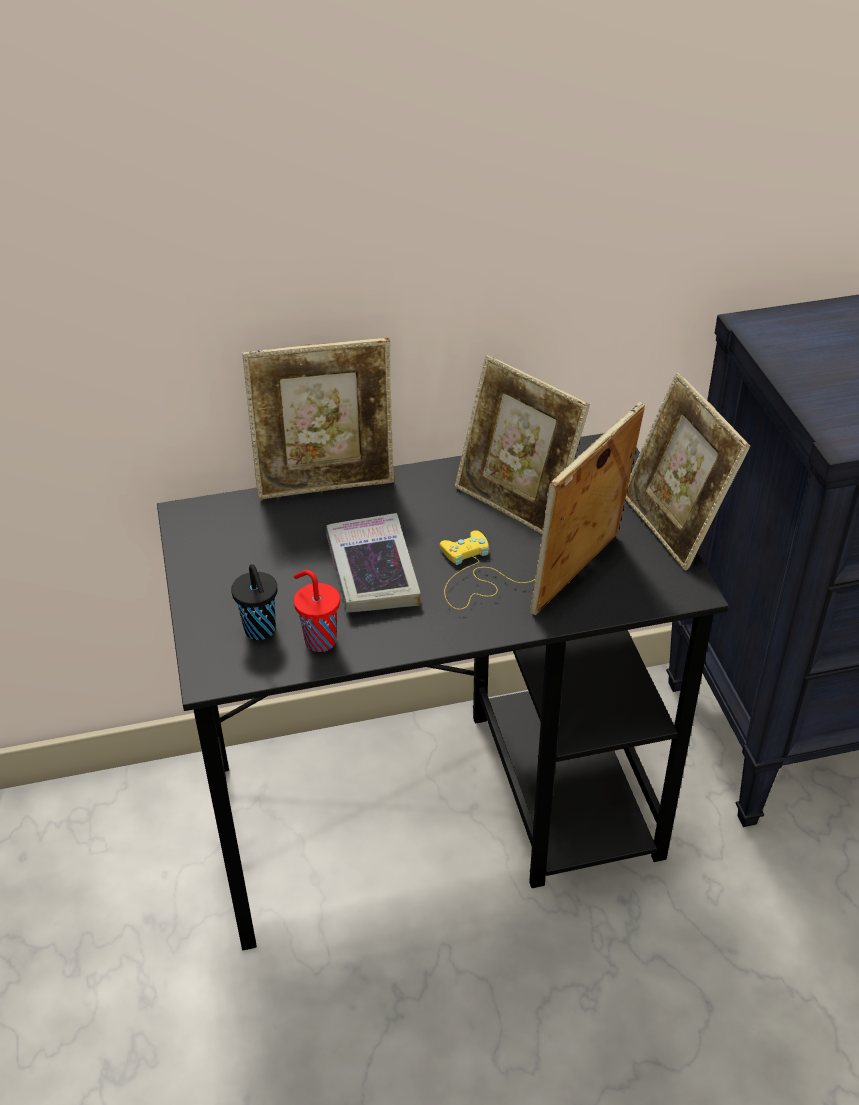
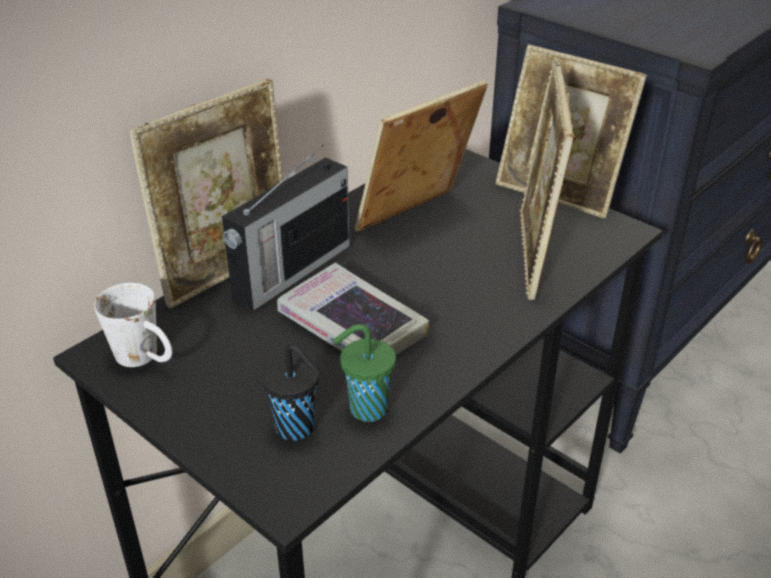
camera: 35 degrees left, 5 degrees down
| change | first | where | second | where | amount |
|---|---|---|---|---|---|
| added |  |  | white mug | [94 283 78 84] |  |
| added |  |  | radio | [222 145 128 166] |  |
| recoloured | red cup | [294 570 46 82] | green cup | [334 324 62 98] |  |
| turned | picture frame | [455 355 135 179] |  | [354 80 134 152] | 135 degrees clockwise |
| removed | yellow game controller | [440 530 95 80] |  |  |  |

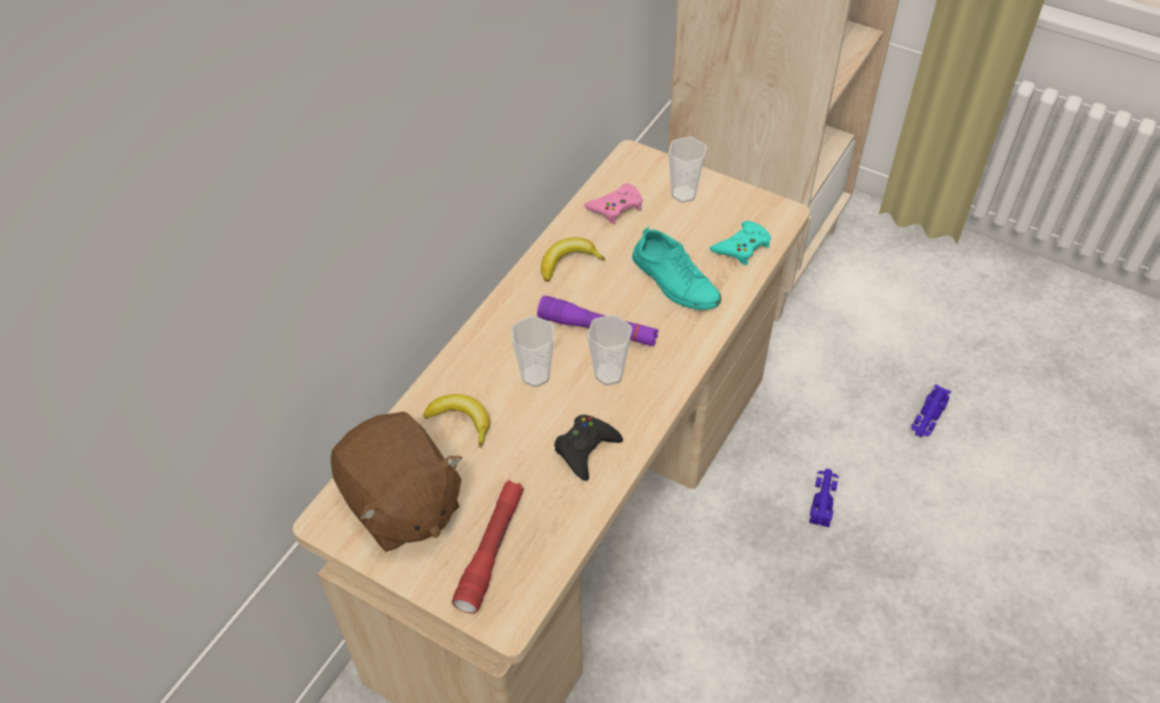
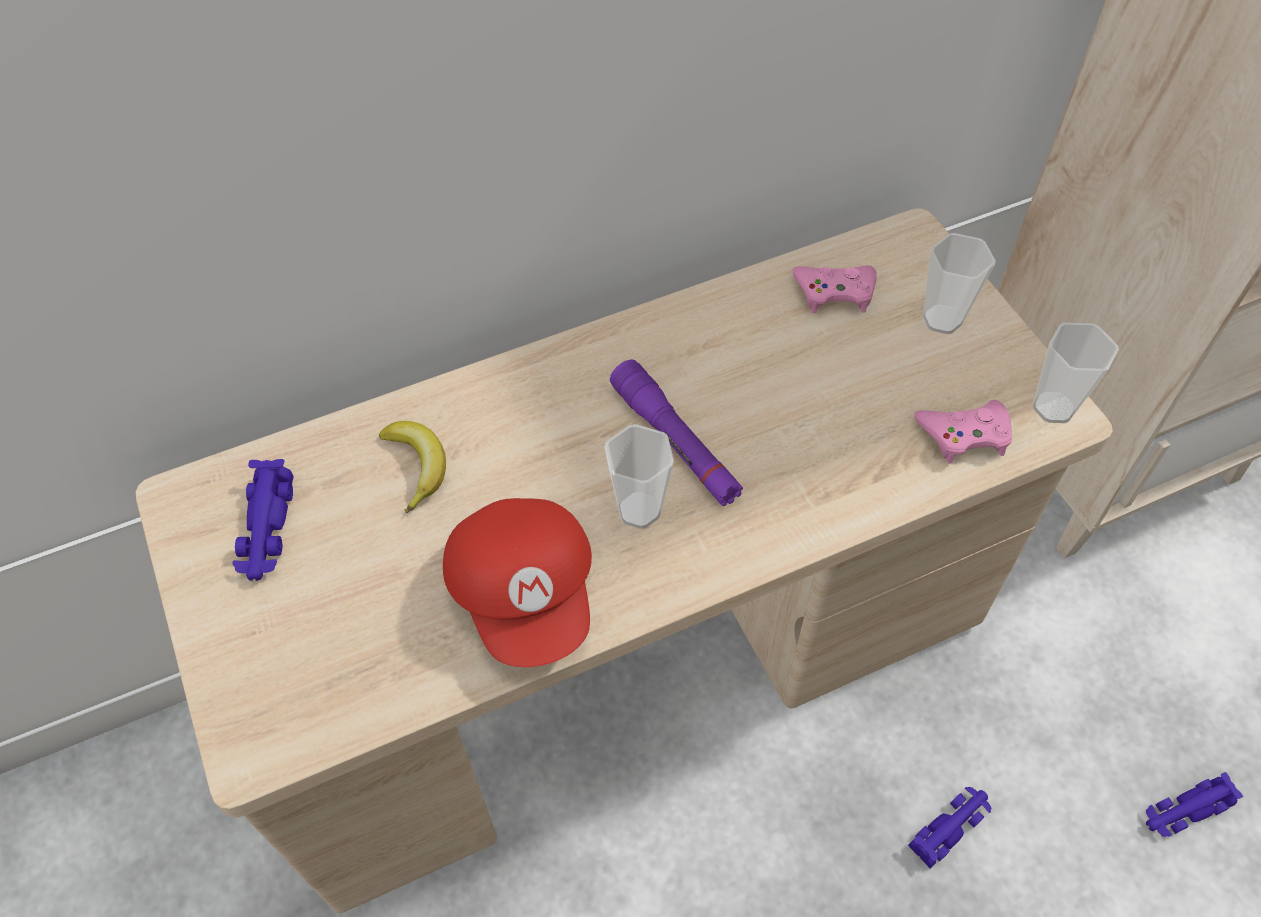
camera: 35 degrees right, 5 degrees up
| change | first | where | second | where | amount |
|---|---|---|---|---|---|
| replaced | brown plush toy | [331 411 131 141] | purple toy car | [233 459 61 122] |  |
| replaced | black game controller | [554 415 69 66] | red cap | [443 498 149 169] |  |
| recoloured | turquoise game controller | [710 221 61 44] | pink game controller | [914 400 98 64] |  |
| moved | cup | [512 316 42 71] |  | [1033 323 86 100] |  |
| removed | red flashlight | [452 480 72 134] |  |  |  |
| removed | banana | [541 237 64 45] |  |  |  |
| removed | turquoise shoe | [632 227 89 83] |  |  |  |

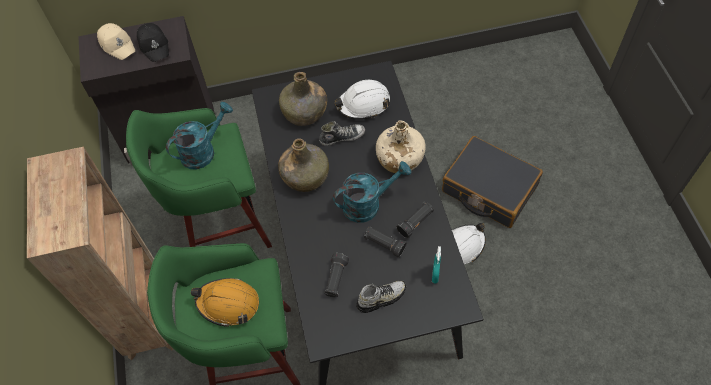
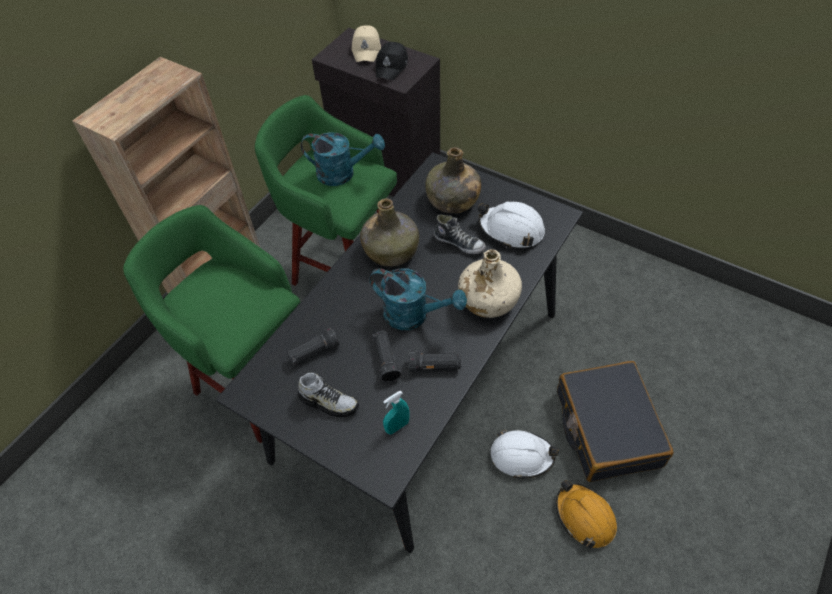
camera: 45 degrees right, 5 degrees down
| change | first | where | second | where | amount |
|---|---|---|---|---|---|
| moved | orange hard hat | [191 278 68 49] |  | [556 480 61 69] |  |

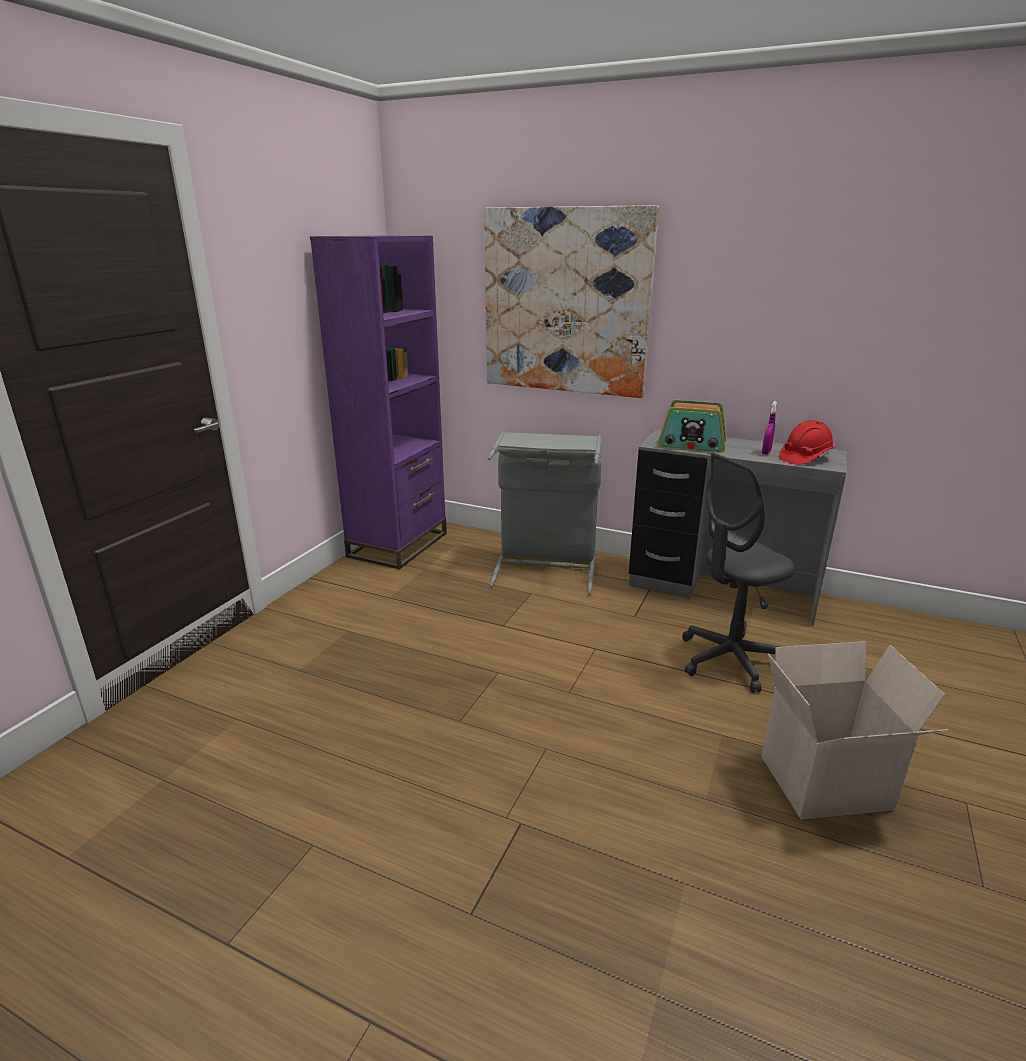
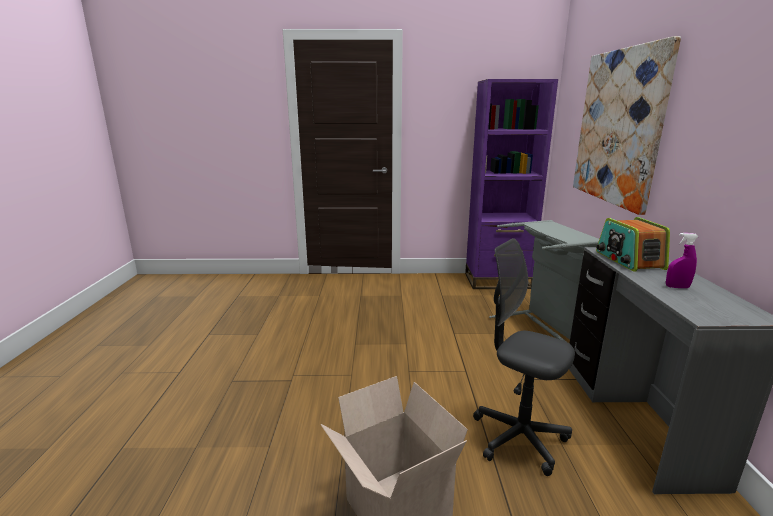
camera: 65 degrees right, 5 degrees down
| change | first | where | second | where | amount |
|---|---|---|---|---|---|
| removed | red hard hat | [779 420 55 45] |  |  |  |

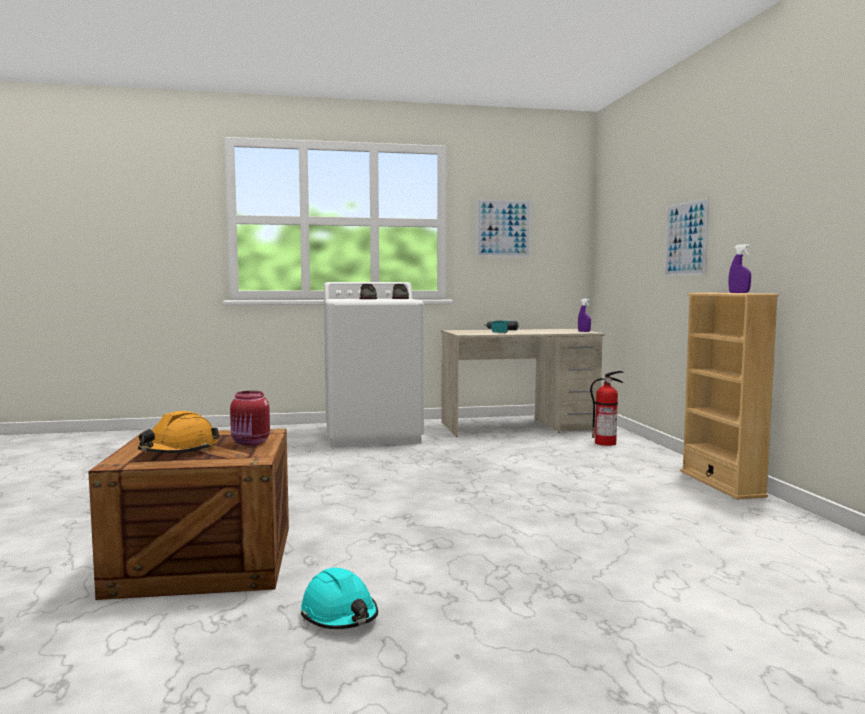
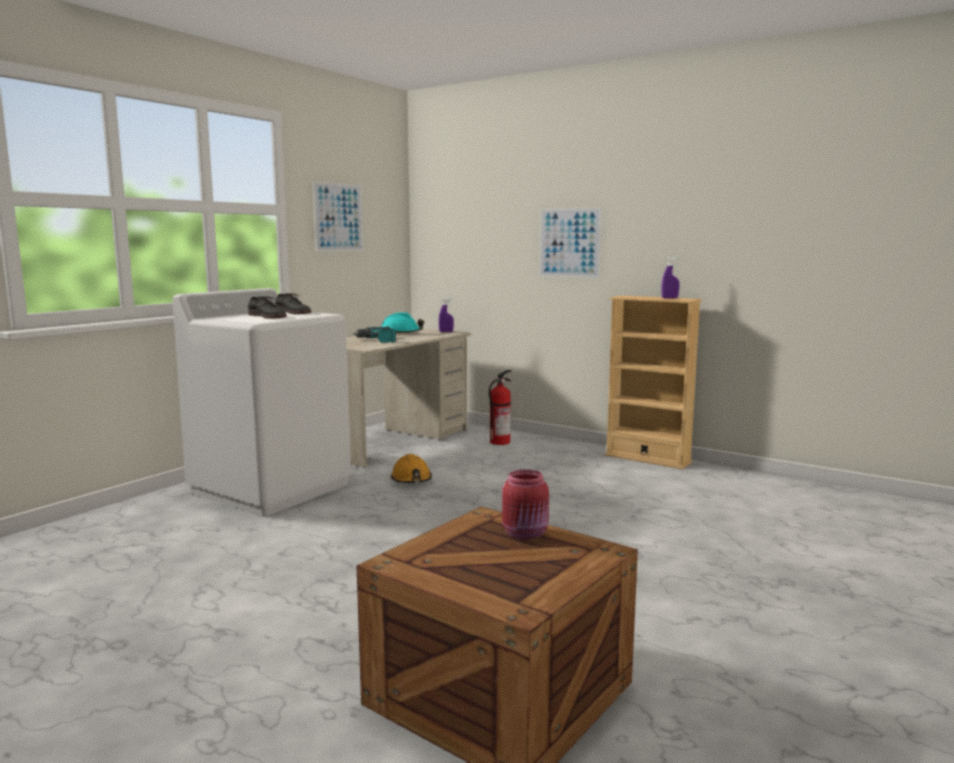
camera: 45 degrees left, 5 degrees up
| change | first | where | second | where | amount |
|---|---|---|---|---|---|
| moved | turquoise hard hat | [301 567 77 62] |  | [382 312 42 21] |  |
| moved | orange hard hat | [138 411 82 42] |  | [391 454 41 29] |  |

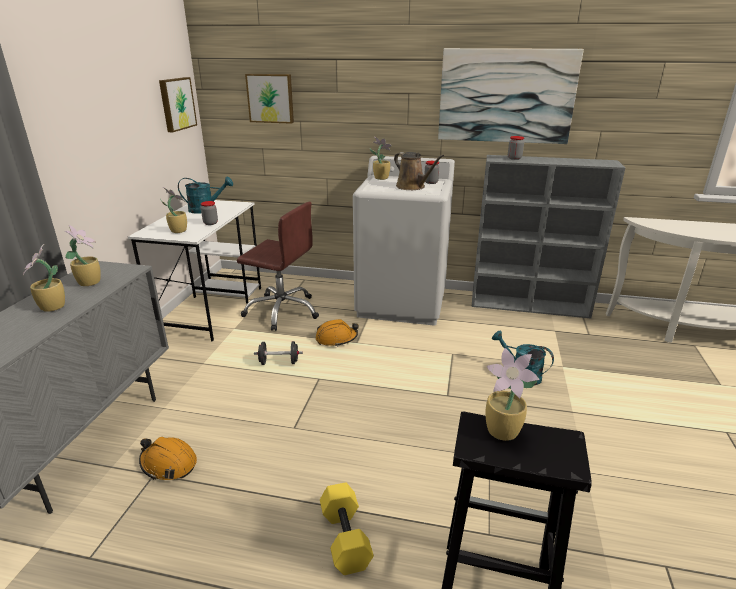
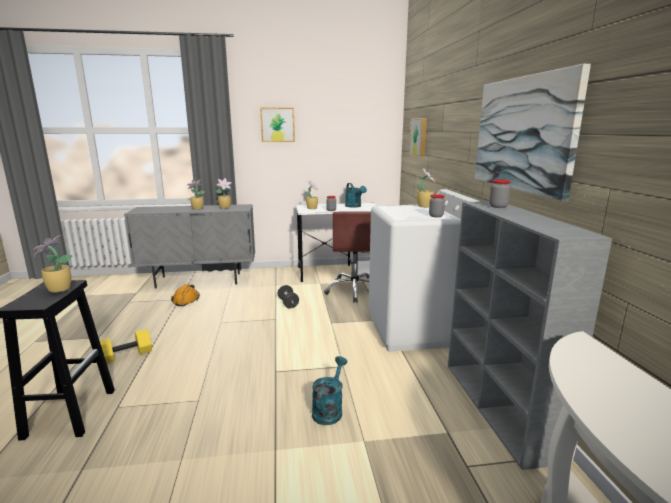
camera: 70 degrees right, 10 degrees down
| change | first | where | second | where | amount |
|---|---|---|---|---|---|
| moved | picture | [159 77 38 55] |  | [260 108 35 34] |  |
| removed | orange hard hat | [316 319 43 28] |  |  |  |
| removed | brown watering can | [394 152 50 38] |  |  |  |

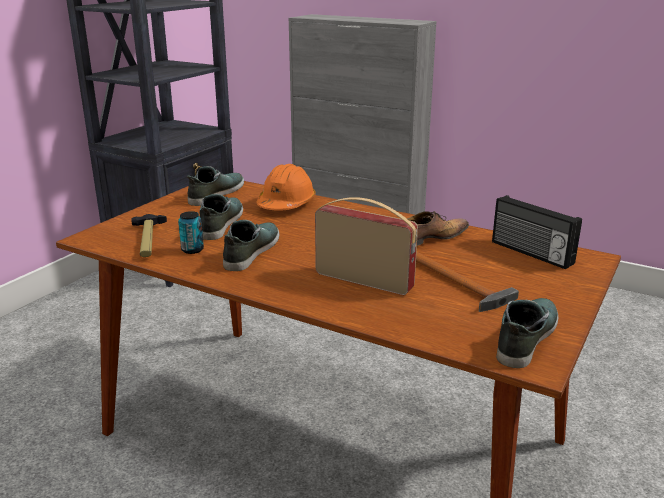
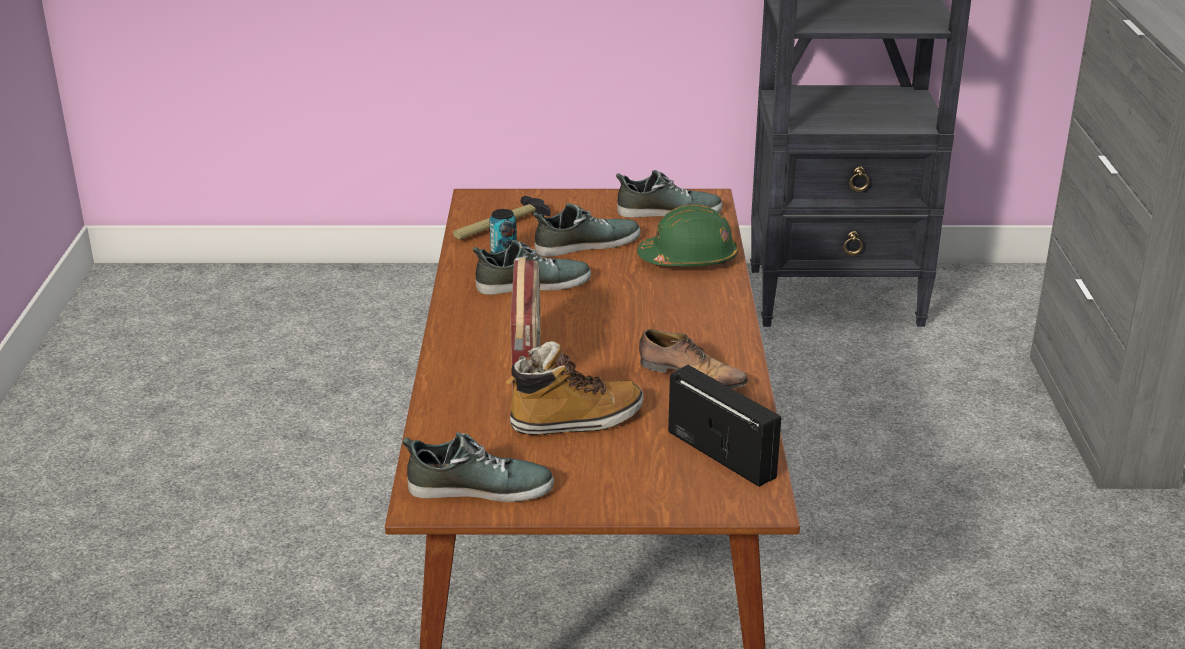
camera: 60 degrees right, 5 degrees up
| change | first | where | second | where | amount |
|---|---|---|---|---|---|
| replaced | hammer | [416 252 103 60] | boot | [506 341 137 94] |  |
| recoloured | orange hard hat | [257 164 59 46] | green hard hat | [637 204 101 62] |  |
| turned | radio | [492 195 90 74] |  | [668 365 113 122] | 120 degrees clockwise |

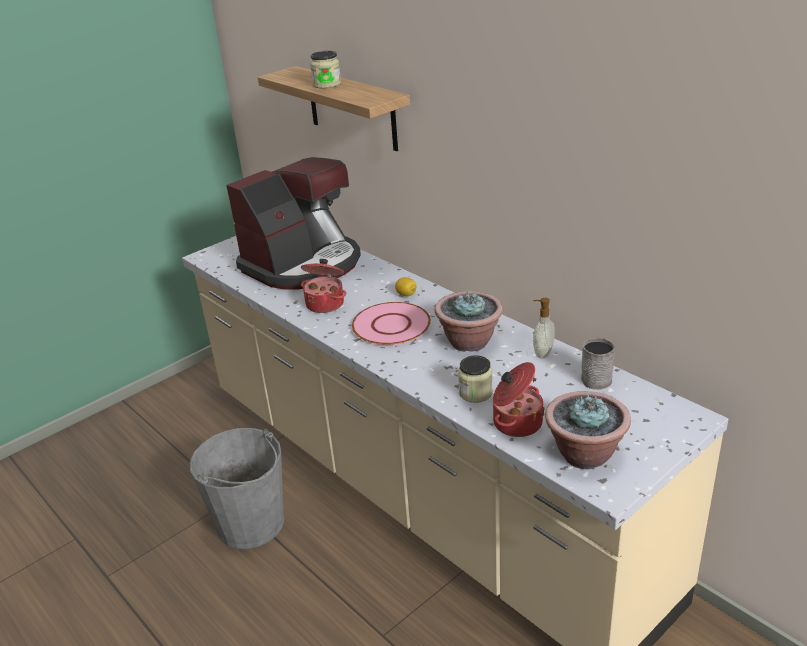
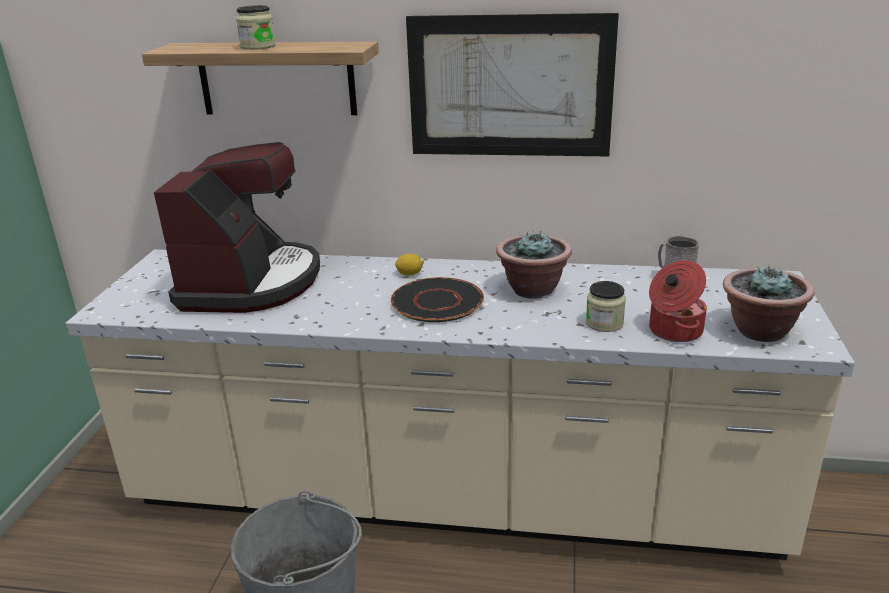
camera: 40 degrees left, 5 degrees down
| change | first | where | second | where | amount |
|---|---|---|---|---|---|
| recoloured | pink plate | [352 302 79 44] | black plate | [391 277 93 45] |  |
| added |  |  | picture | [406 13 213 143] |  |
| removed | cooking pot | [301 259 45 54] |  |  |  |
| removed | soap dispenser | [533 298 22 60] |  |  |  |

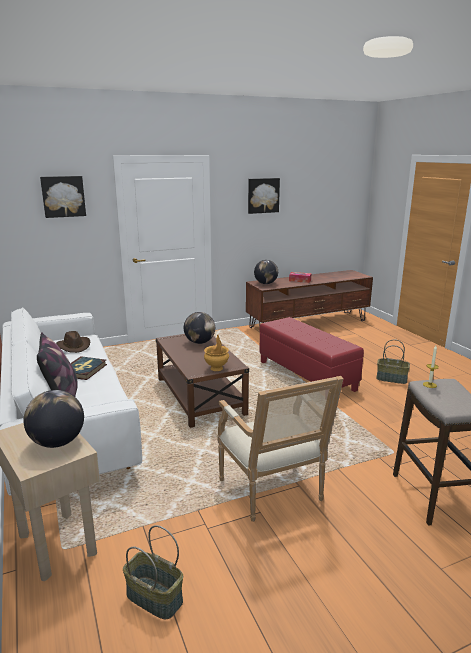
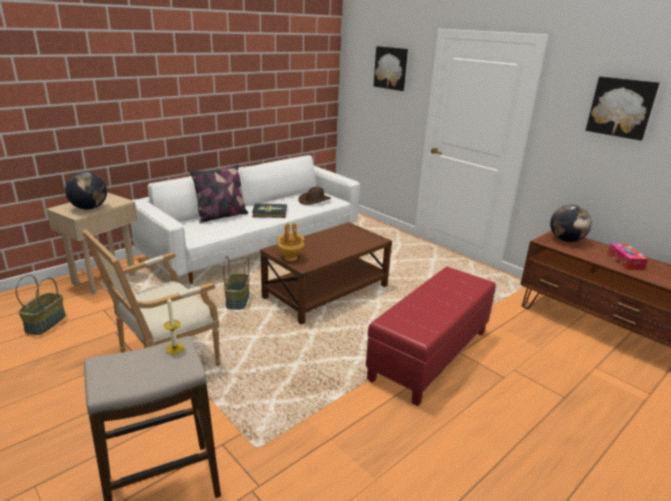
camera: 70 degrees right, 5 degrees up
| change | first | where | second | where | amount |
|---|---|---|---|---|---|
| moved | basket | [376 339 34 45] |  | [223 256 27 54] |  |
| removed | globe | [184 312 31 32] |  |  |  |

